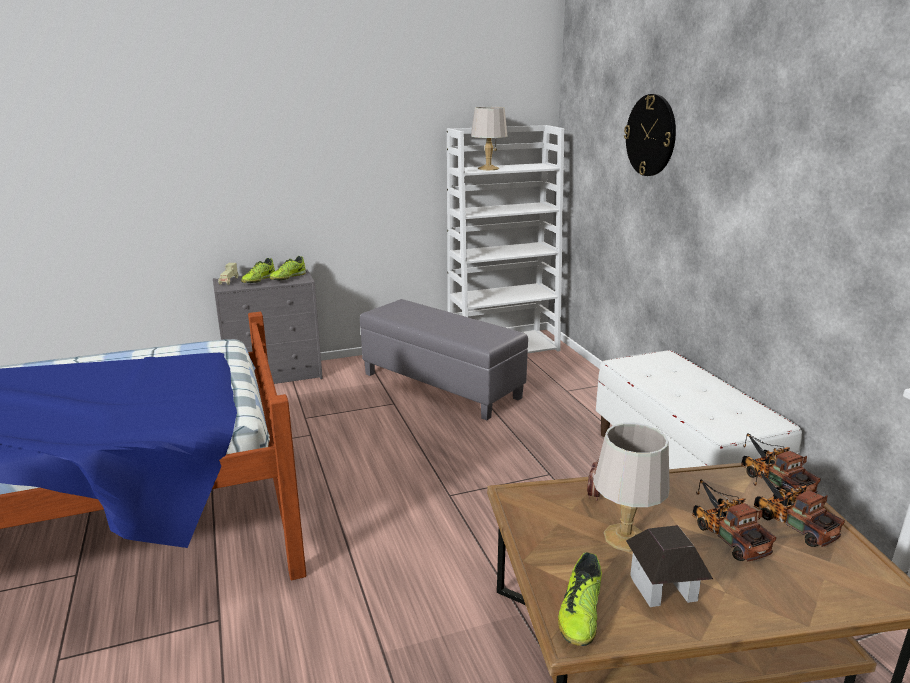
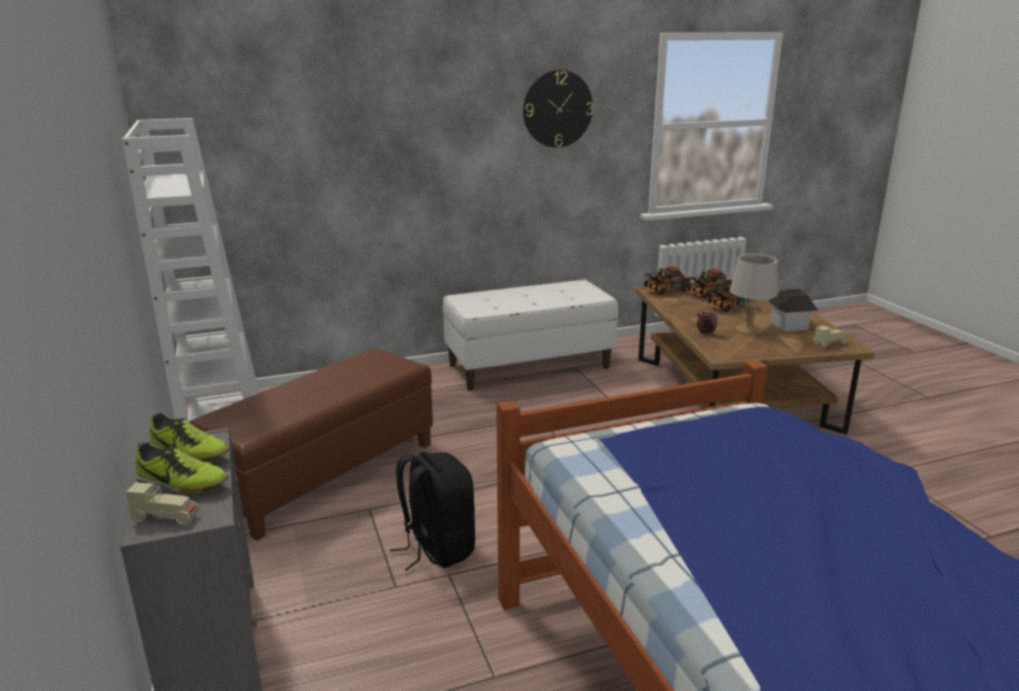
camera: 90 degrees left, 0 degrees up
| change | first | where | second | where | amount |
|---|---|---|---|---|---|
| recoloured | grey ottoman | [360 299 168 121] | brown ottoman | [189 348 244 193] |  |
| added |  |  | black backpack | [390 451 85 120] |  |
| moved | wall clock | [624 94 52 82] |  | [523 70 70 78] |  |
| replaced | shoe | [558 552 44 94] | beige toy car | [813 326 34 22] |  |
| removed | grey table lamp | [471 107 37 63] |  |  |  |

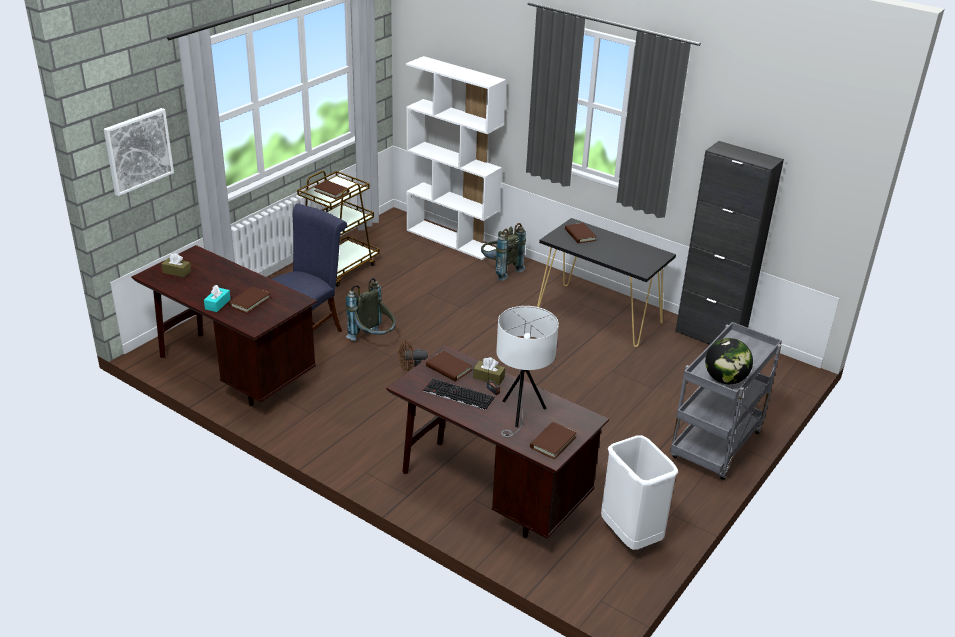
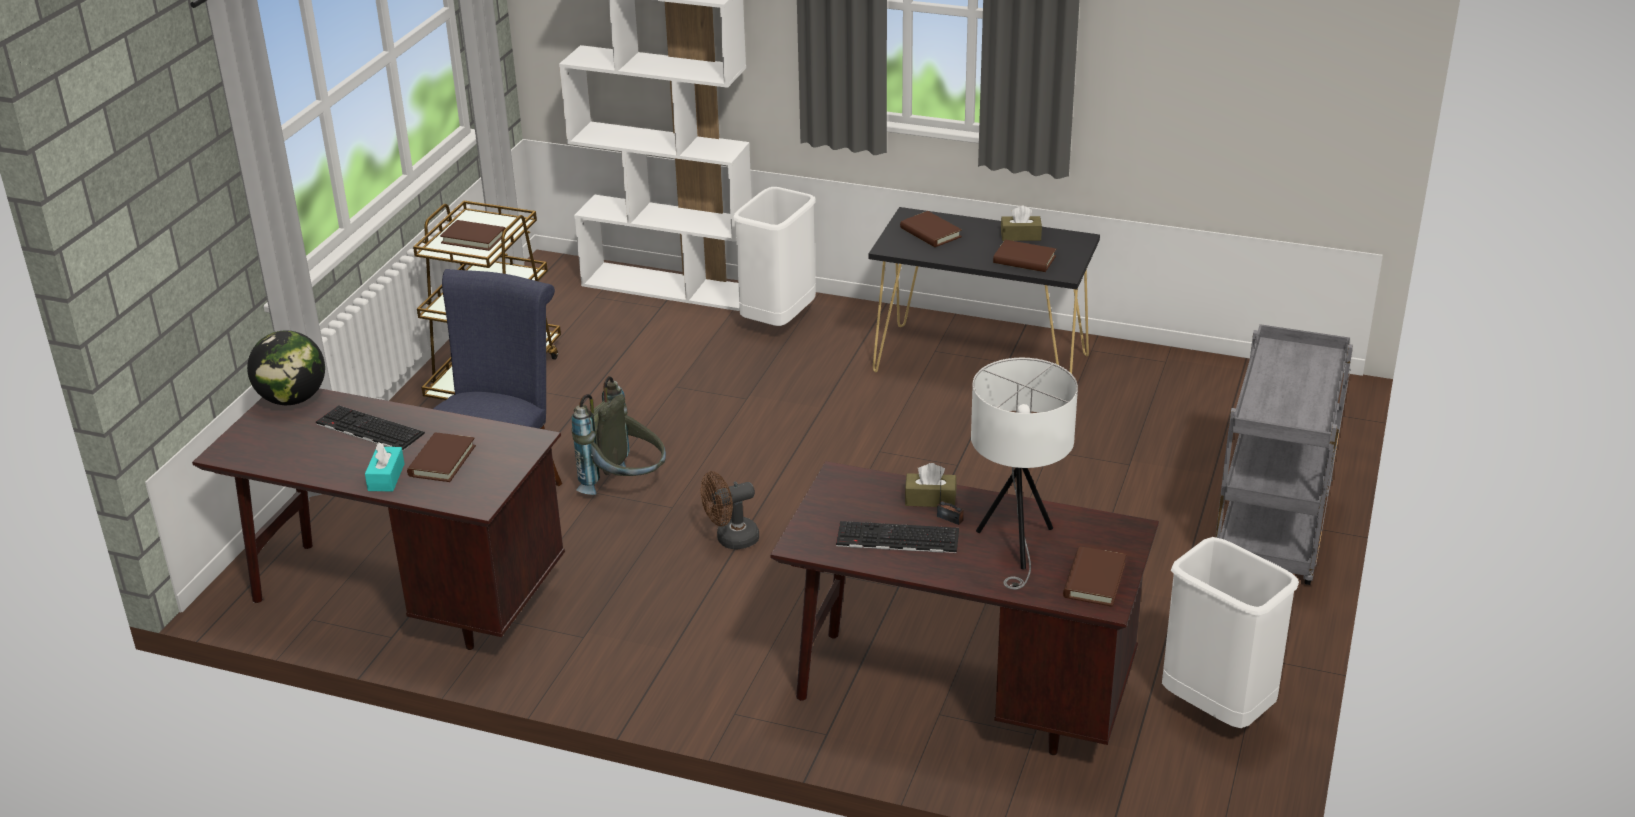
camera: 15 degrees left, 0 degrees up
| change | first | where | second | where | amount |
|---|---|---|---|---|---|
| moved | globe | [705 338 48 46] |  | [247 331 78 74] |  |
| added |  |  | keyboard | [316 405 109 47] |  |
| replaced | grey backpack | [481 223 45 58] | white trash can | [733 187 83 139] |  |
| moved | brown book | [426 351 46 30] |  | [993 240 63 32] |  |
| moved | brown tissue box | [161 253 30 24] |  | [1001 205 41 36] |  |
| removed | picture | [104 108 70 88] |  |  |  |
| removed | black cabinet | [675 141 109 204] |  |  |  |

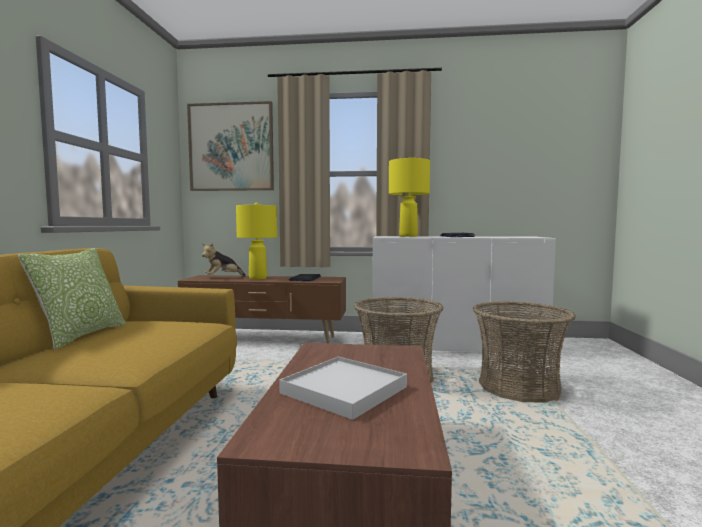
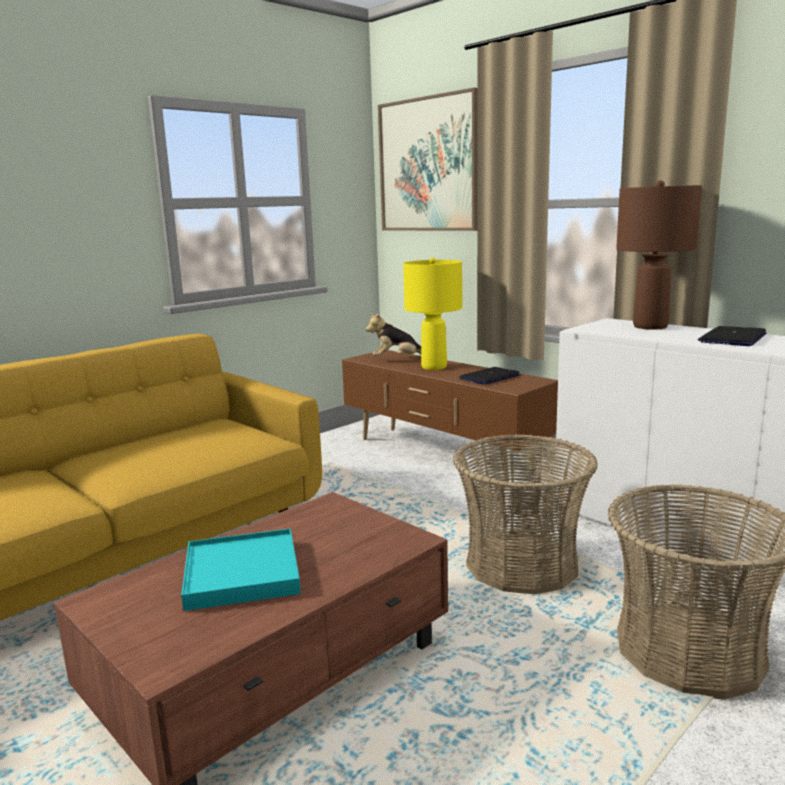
camera: 40 degrees right, 10 degrees up
| change | first | where | second | where | amount |
|---|---|---|---|---|---|
| recoloured | white tray | [279 357 128 63] | turquoise tray | [181 529 120 82] |  |
| recoloured | yellow table lamp | [389 158 41 79] | brown table lamp | [616 180 86 150] |  |
| removed | pillow | [18 248 108 102] |  |  |  |

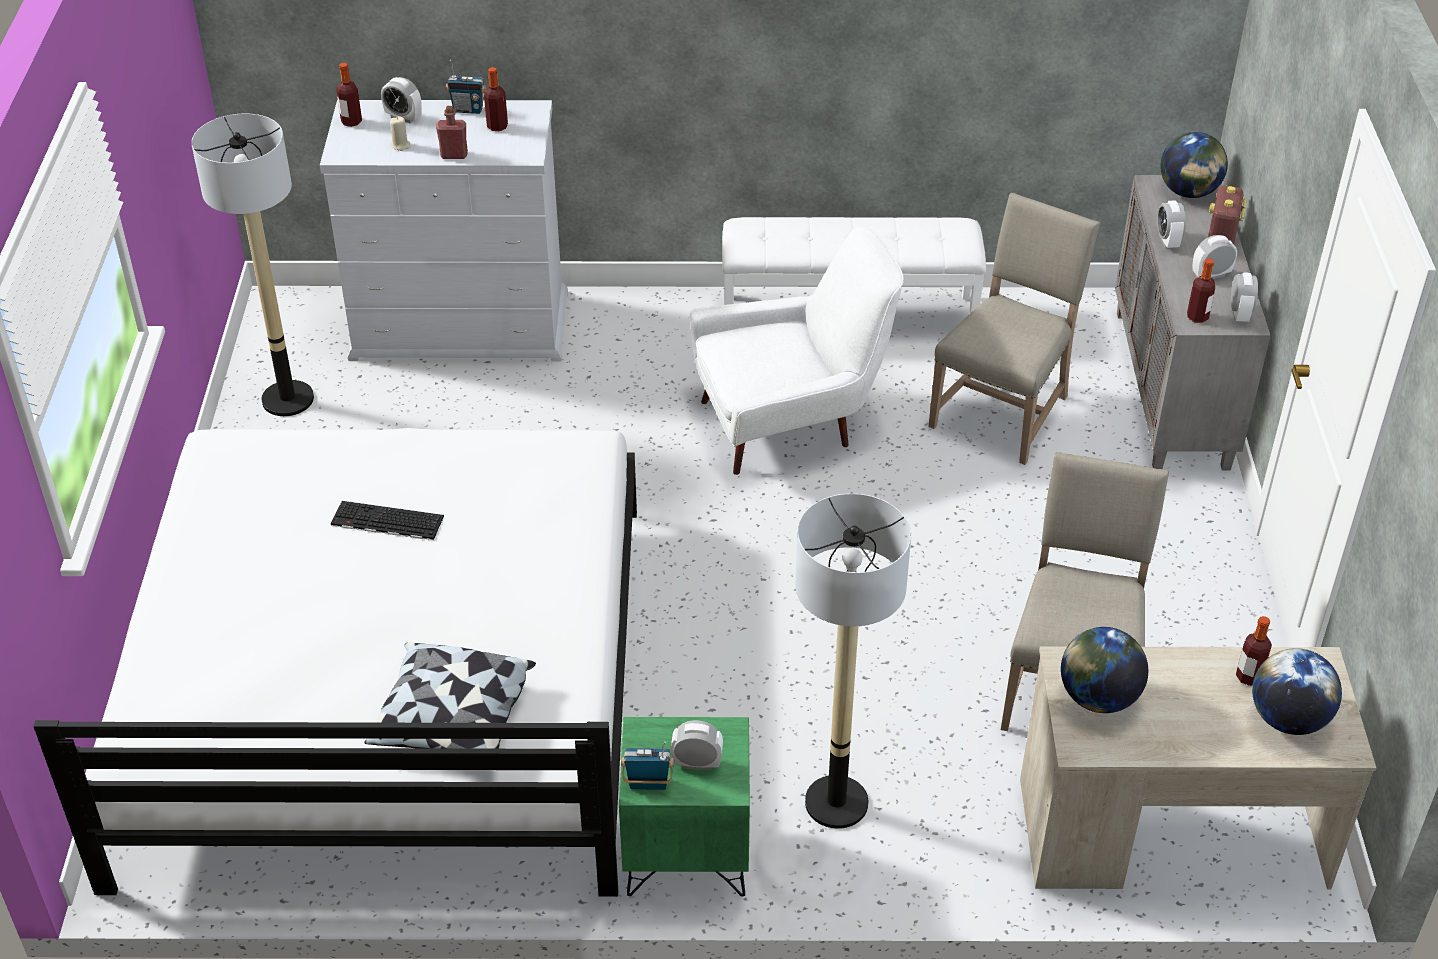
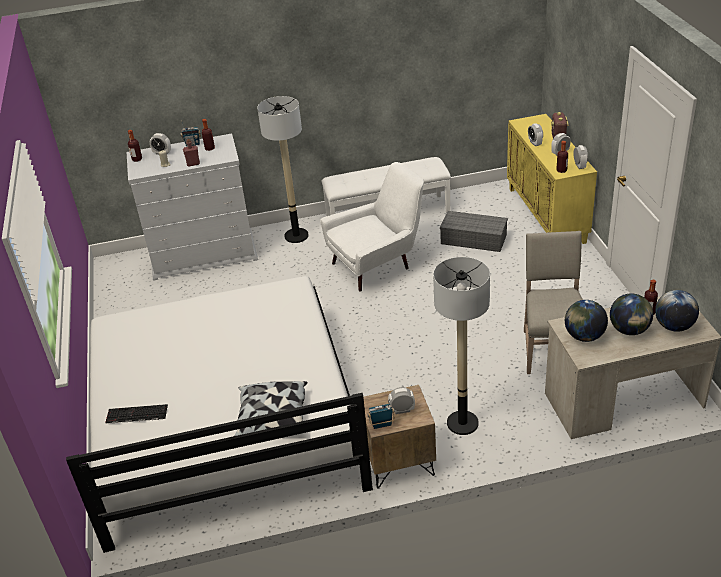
camera: 10 degrees left, 5 degrees down
| change | first | where | second | where | amount |
|---|---|---|---|---|---|
| moved | keyboard | [331 501 113 39] |  | [105 404 63 20] |  |
| moved | floor lamp | [191 113 123 303] |  | [257 96 51 147] |  |
| recoloured | green nightstand | [619 717 131 180] | brown nightstand | [363 385 73 103] |  |
| replaced | beige chair | [928 193 172 272] | grey storage box | [440 211 68 41] |  |
| recoloured | grey cabinet | [1115 175 156 296] | yellow cabinet | [507 114 90 130] |  |
| moved | globe | [1160 132 68 66] |  | [610 293 43 42] |  |

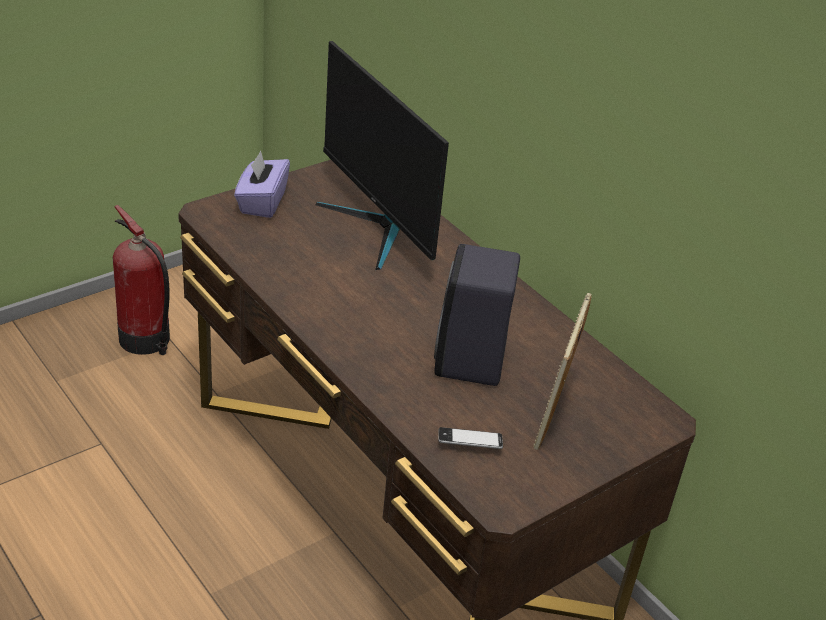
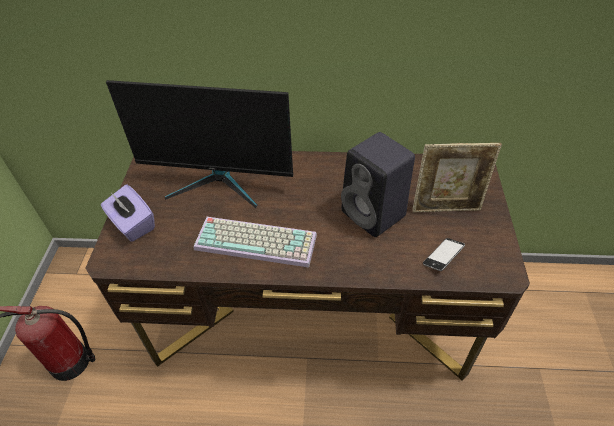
camera: 45 degrees left, 10 degrees up
| change | first | where | second | where | amount |
|---|---|---|---|---|---|
| added |  |  | keyboard | [194 217 123 50] |  |
| turned | picture frame | [533 293 58 157] |  | [412 143 90 69] | 60 degrees counterclockwise |

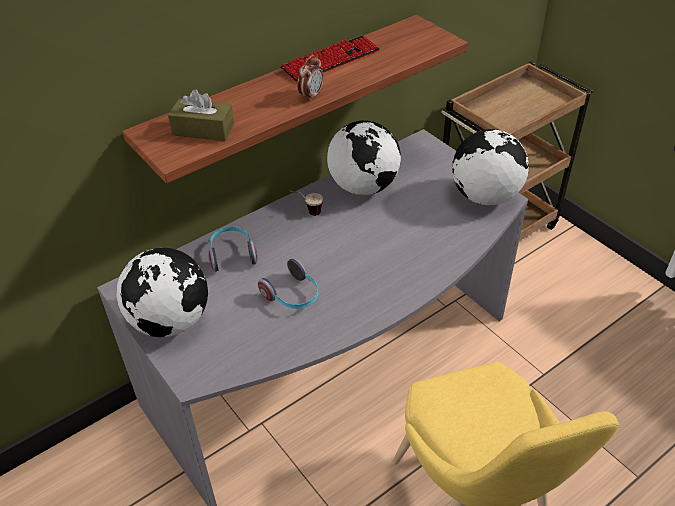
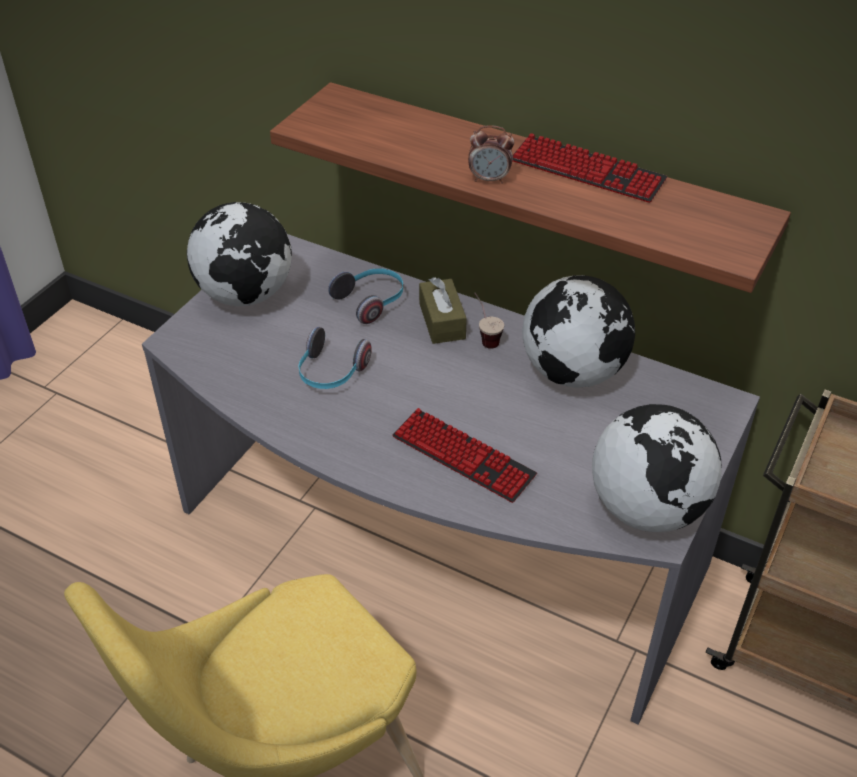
camera: 65 degrees right, 0 degrees up
| change | first | where | second | where | amount |
|---|---|---|---|---|---|
| added |  |  | keyboard | [392 408 145 95] |  |
| moved | brown tissue box | [168 89 66 52] |  | [419 277 48 67] |  |

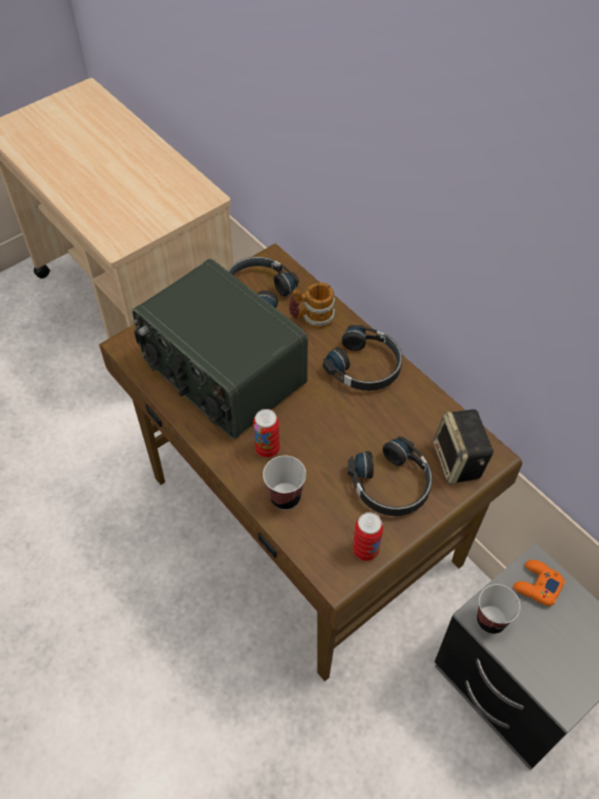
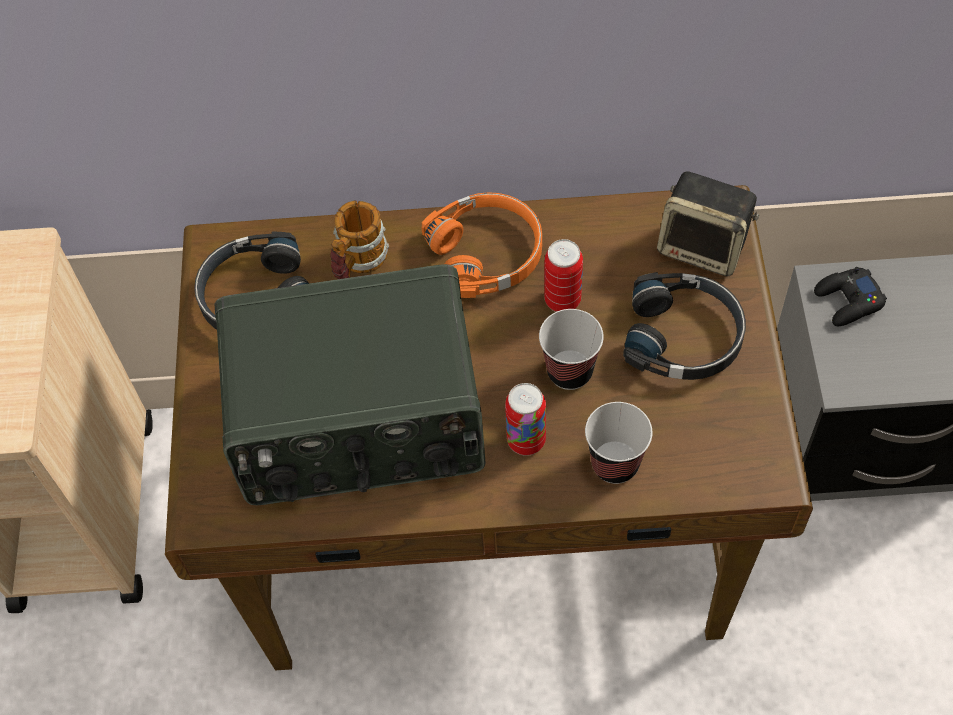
camera: 50 degrees left, 5 degrees up
| change | first | where | second | where | amount |
|---|---|---|---|---|---|
| recoloured | black headphones | [323 325 79 66] | orange headphones | [421 192 121 106] |  |
| moved | cup | [477 584 43 50] |  | [539 309 65 81] |  |
| moved | can | [353 512 30 49] |  | [544 239 39 73] |  |
| recoloured | orange game controller | [513 560 53 46] | black game controller | [814 267 73 59] |  |

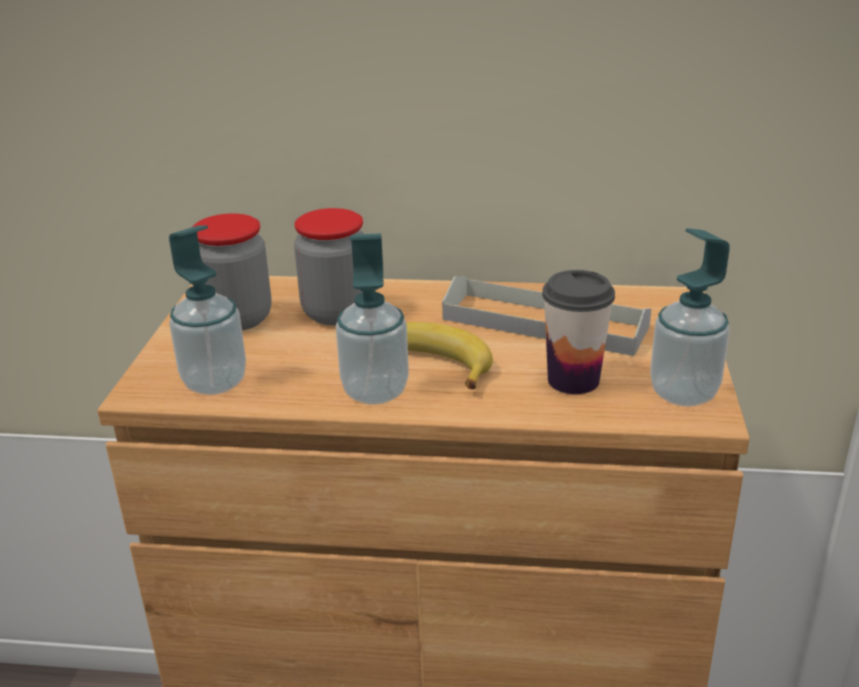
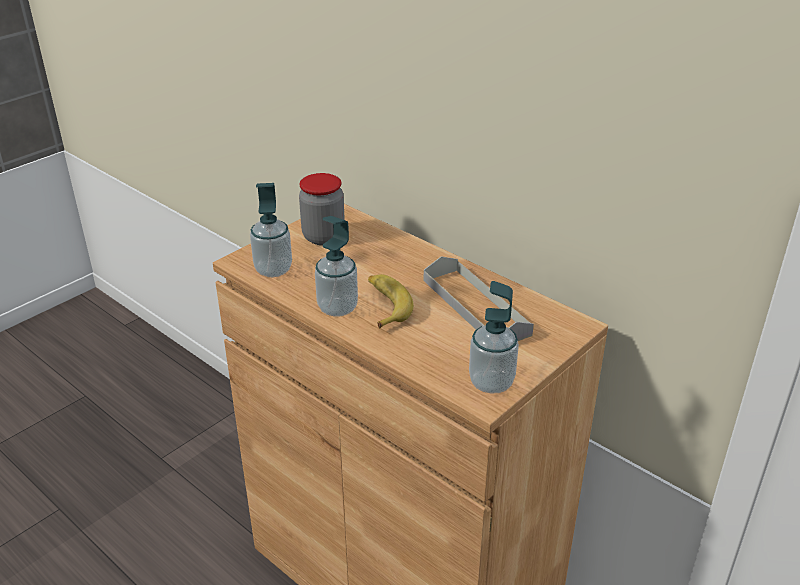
camera: 35 degrees right, 5 degrees up
| change | first | where | second | where | amount |
|---|---|---|---|---|---|
| removed | jar | [294 208 70 117] |  |  |  |
| removed | cup | [542 270 73 124] |  |  |  |

